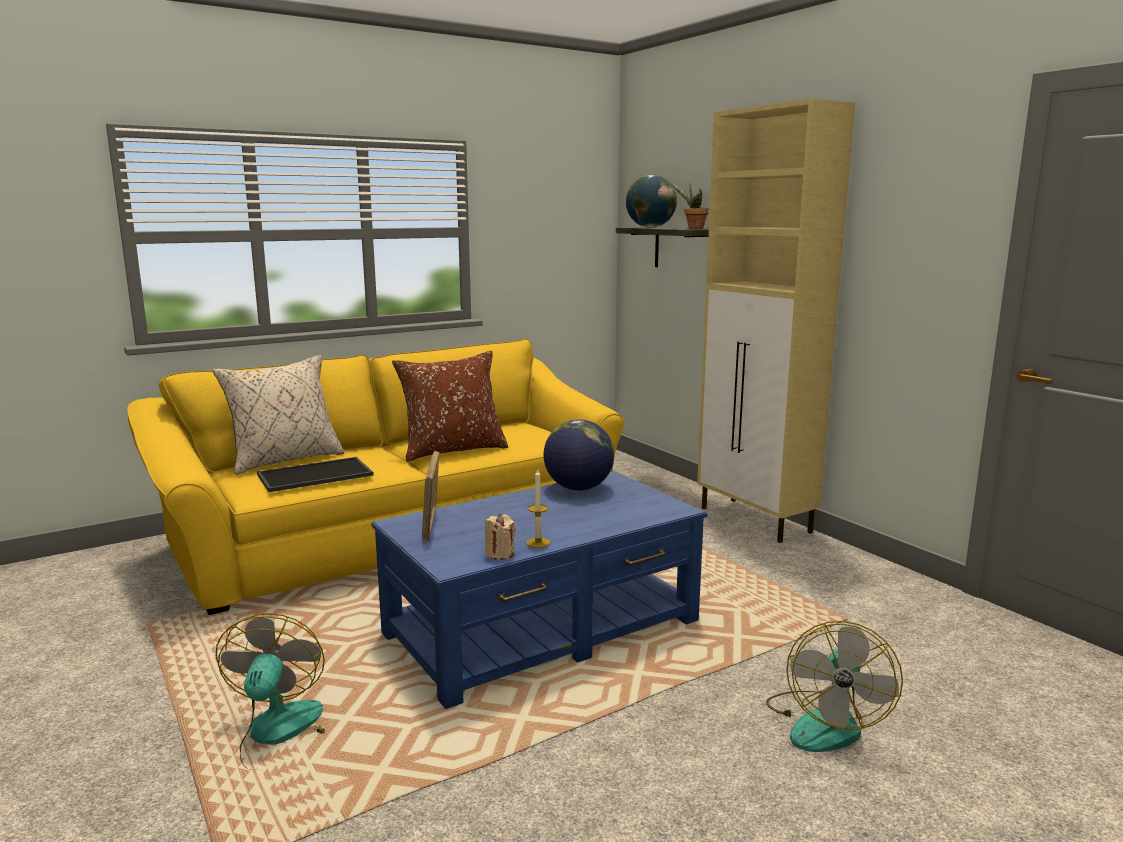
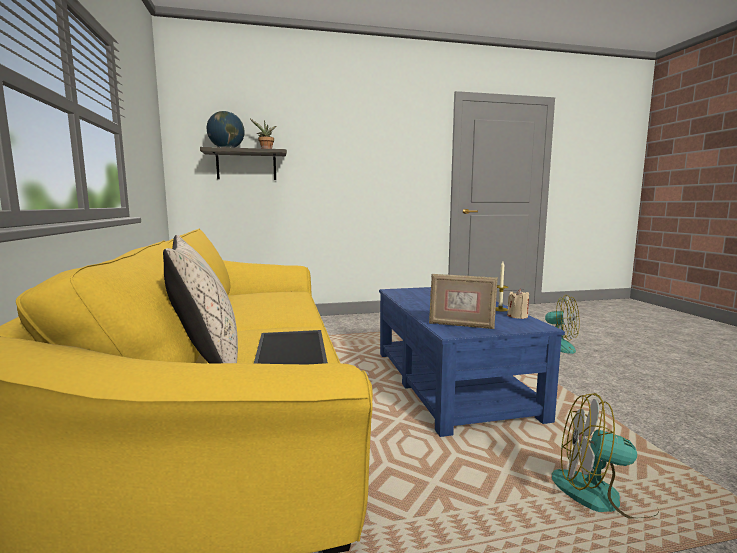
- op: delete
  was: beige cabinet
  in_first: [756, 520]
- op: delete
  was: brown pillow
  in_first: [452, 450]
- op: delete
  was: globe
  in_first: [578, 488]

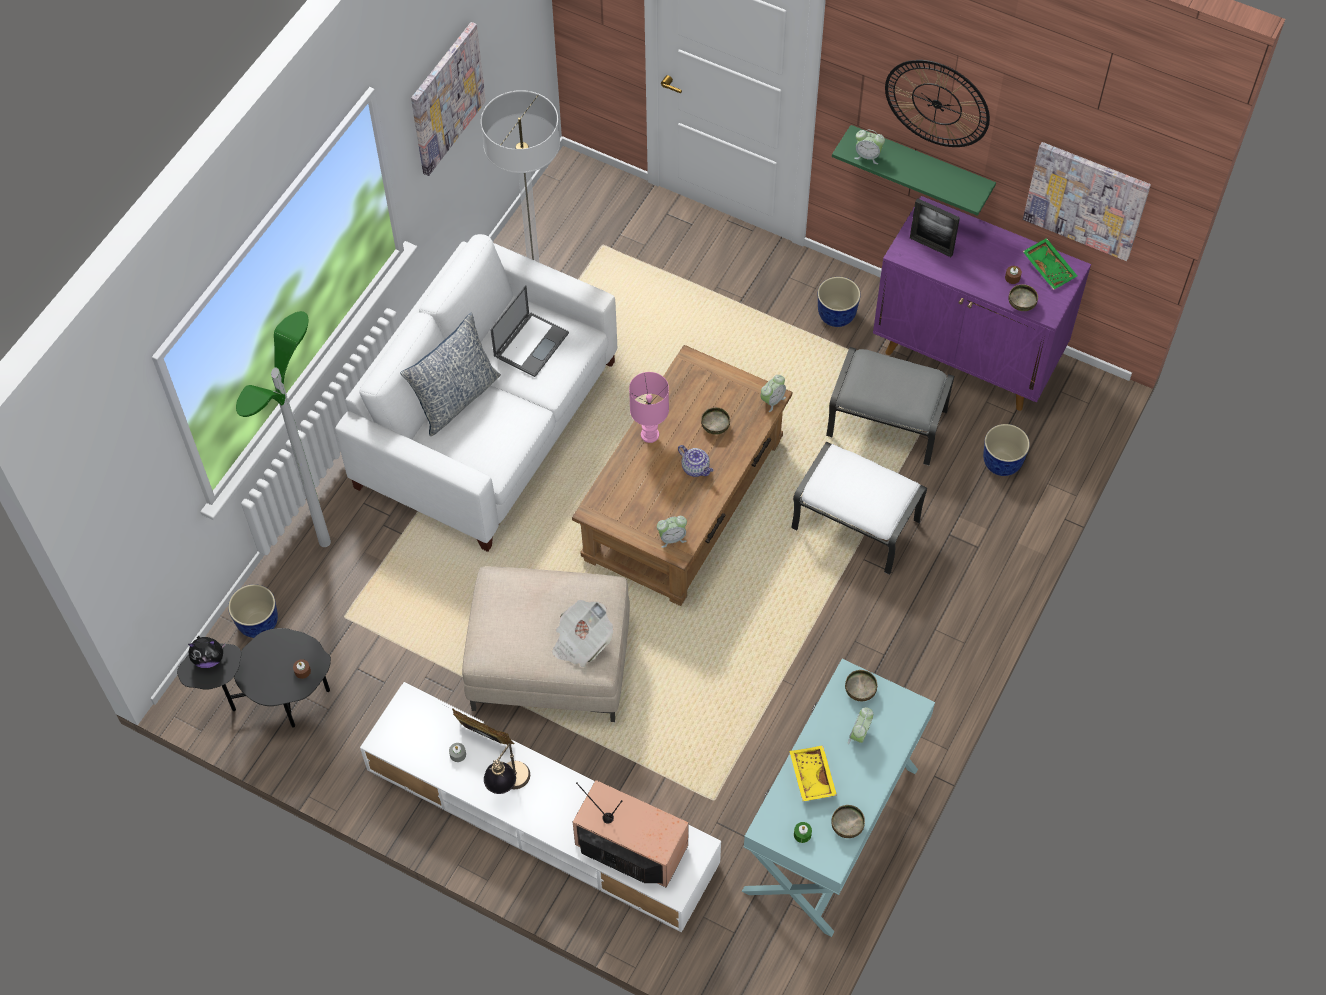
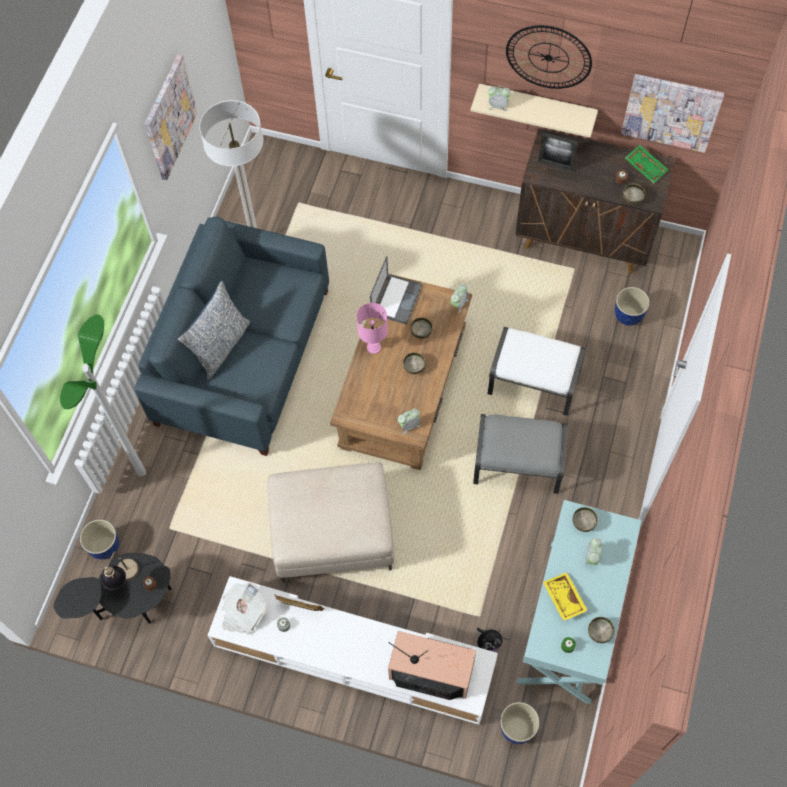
- op: recolor
  was: green shelf
  now: beige shelf
  in_first: [920, 167]
  in_second: [536, 107]
- op: recolor
  was: purple cabinet
  now: brown cabinet
  in_first: [968, 355]
  in_second: [585, 238]
- op: recolor
  was: white sofa
  now: blue sofa
  in_first: [488, 423]
  in_second: [244, 356]
- op: move
  was: planter
  in_first: [836, 316]
  in_second: [517, 729]
- op: move
  was: laptop
  in_first: [531, 344]
  in_second: [396, 298]
- op: move
  was: grey ottoman
  in_first: [885, 424]
  in_second: [517, 465]
- op: replace
  was: teapot
  now: bowl
  in_first: [696, 468]
  in_second: [414, 367]
- op: move
  was: newspaper
  in_first: [581, 641]
  in_second: [243, 613]
- op: move
  was: plush toy
  in_first: [209, 658]
  in_second: [488, 642]
- op: move
  was: table lamp
  in_first: [509, 786]
  in_second: [124, 579]

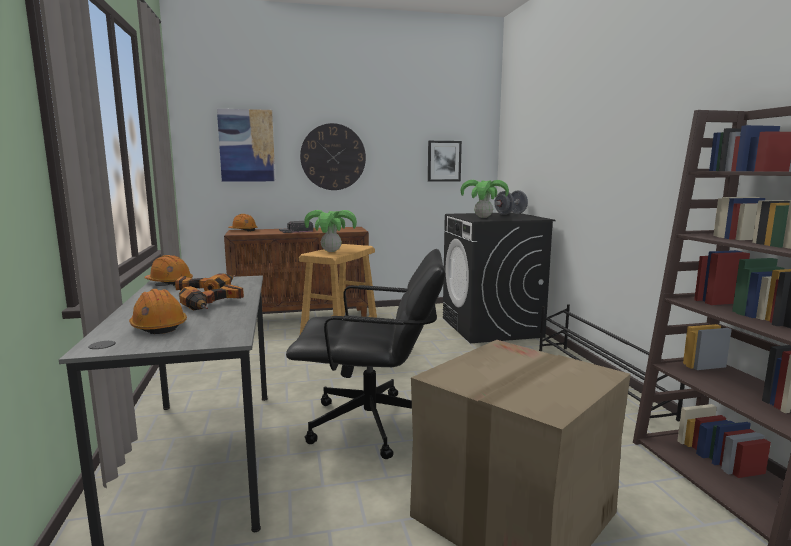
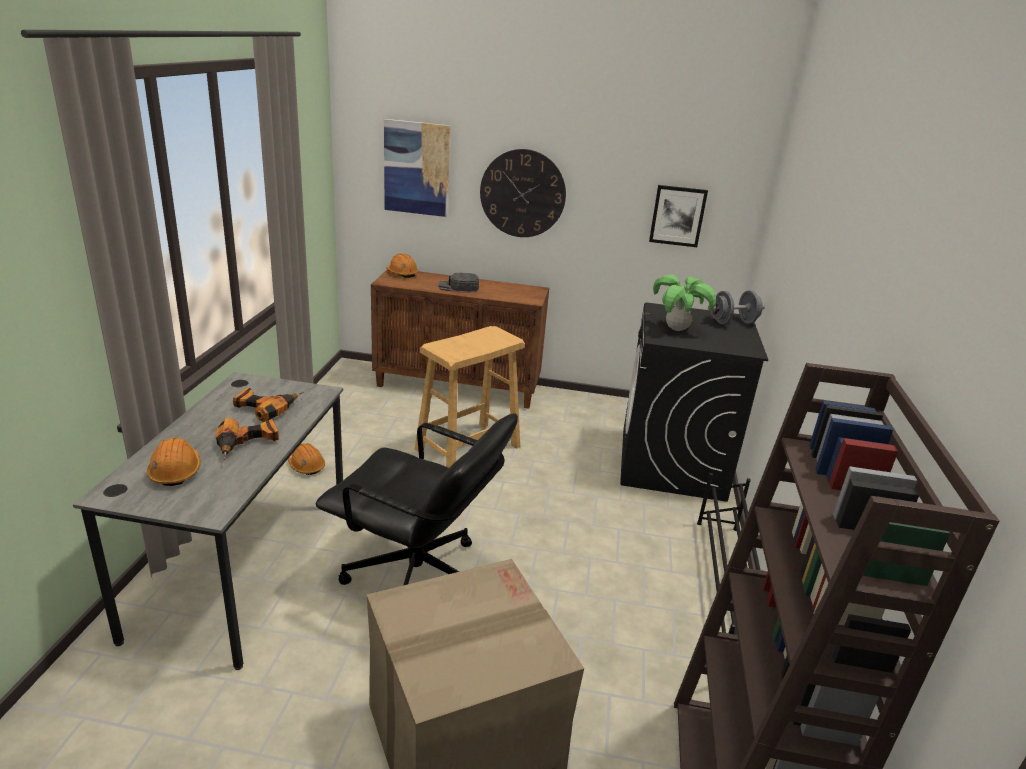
- op: delete
  was: potted plant
  in_first: [331, 251]
- op: move
  was: orange hard hat
  in_first: [169, 282]
  in_second: [306, 466]

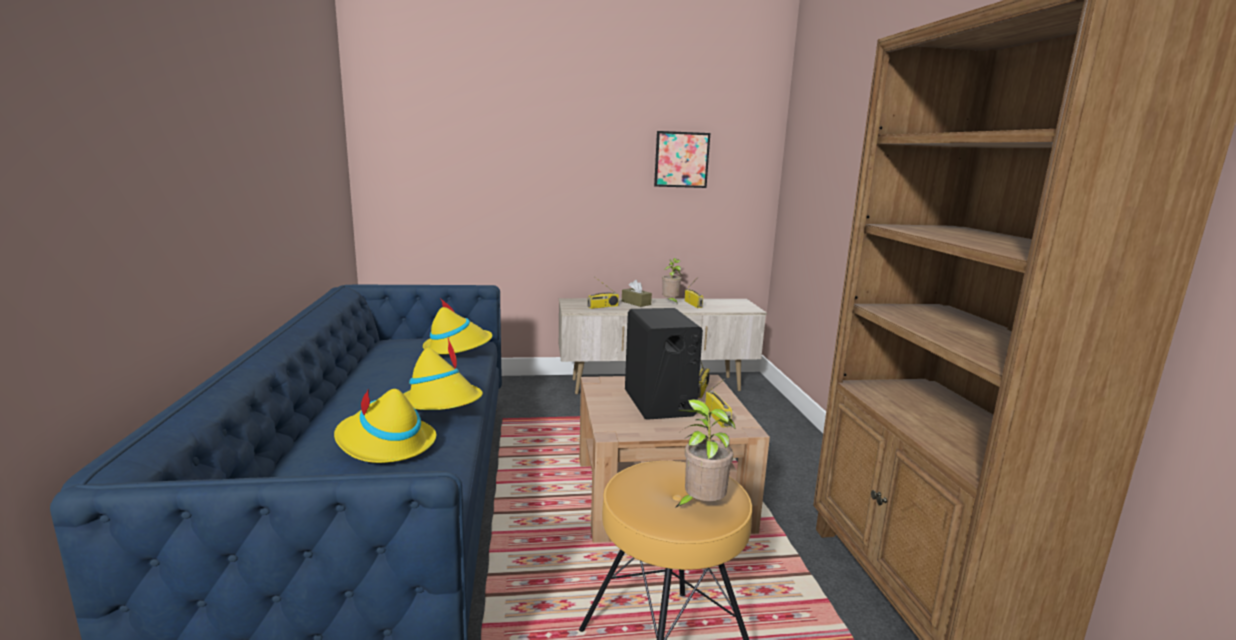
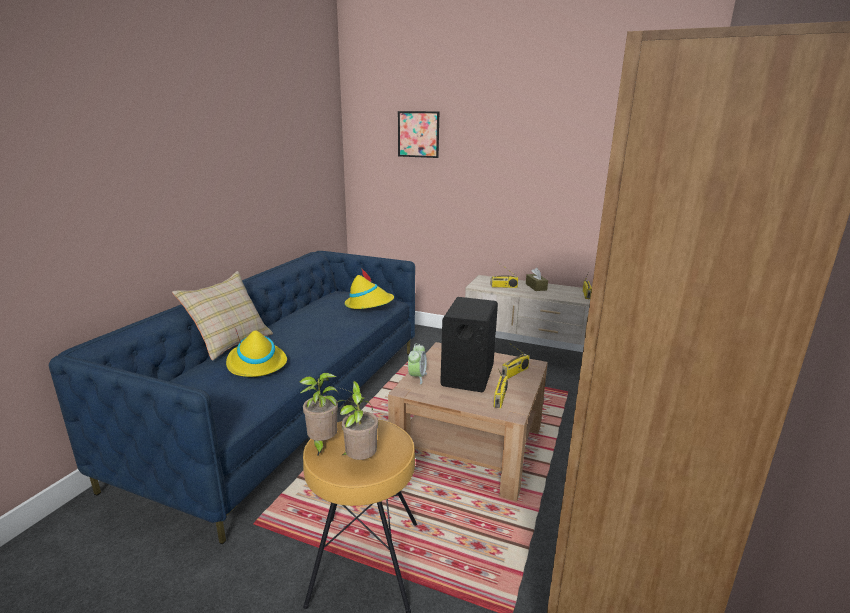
- op: move
  was: picture
  in_first: [681, 159]
  in_second: [418, 134]
- op: move
  was: potted plant
  in_first: [670, 302]
  in_second: [322, 444]
- op: delete
  was: yellow hat
  in_first: [442, 403]
- op: insert
  now: beige pillow
  in_second: [230, 342]
- op: insert
  now: alarm clock
  in_second: [417, 377]

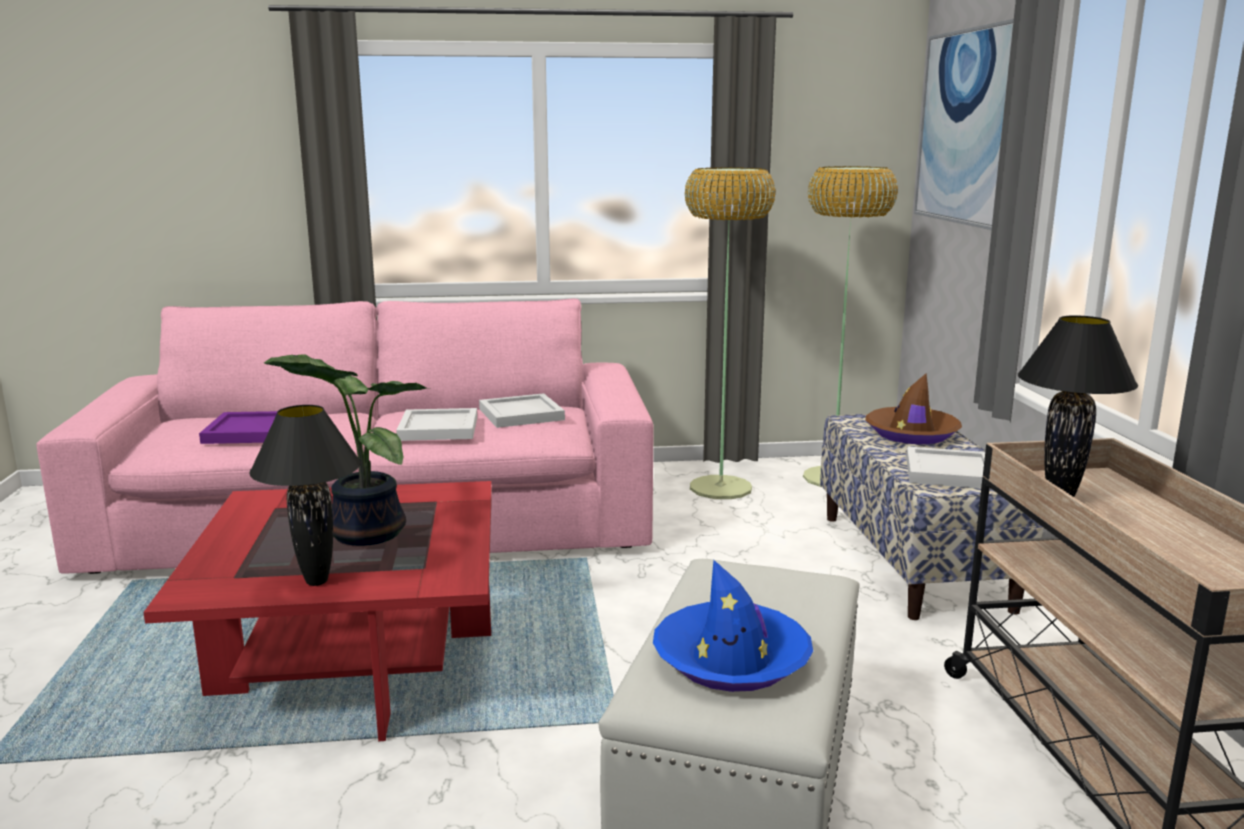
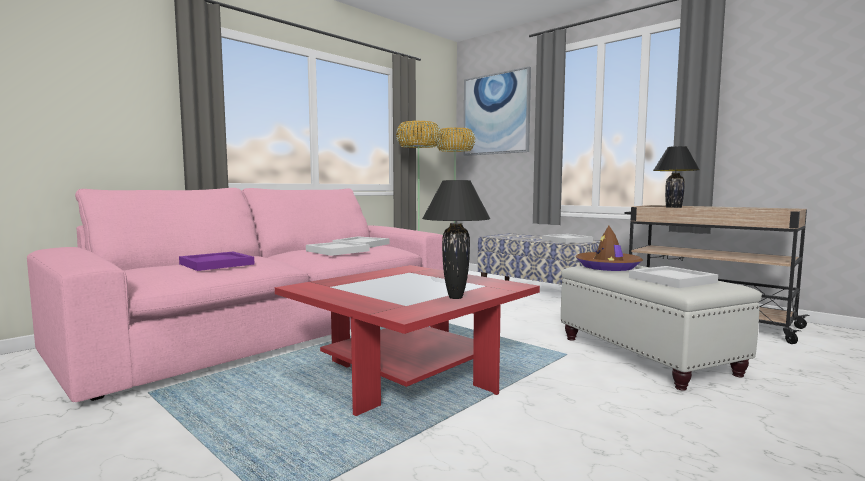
- op: delete
  was: potted plant
  in_first: [362, 533]
- op: move
  was: brown hat
  in_first: [911, 434]
  in_second: [608, 267]
- op: replace
  was: blue hat
  now: white tray
  in_first: [731, 660]
  in_second: [671, 280]

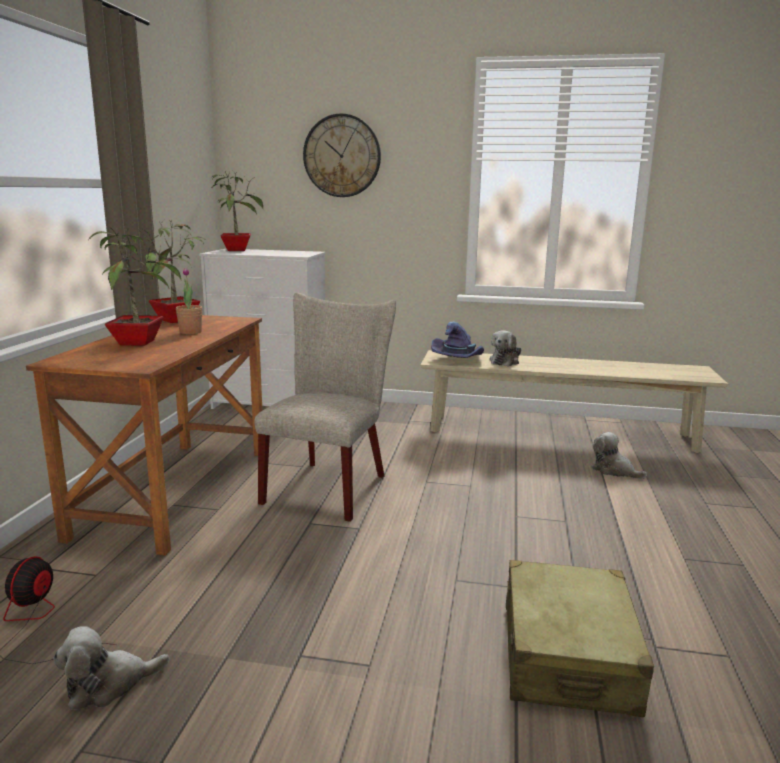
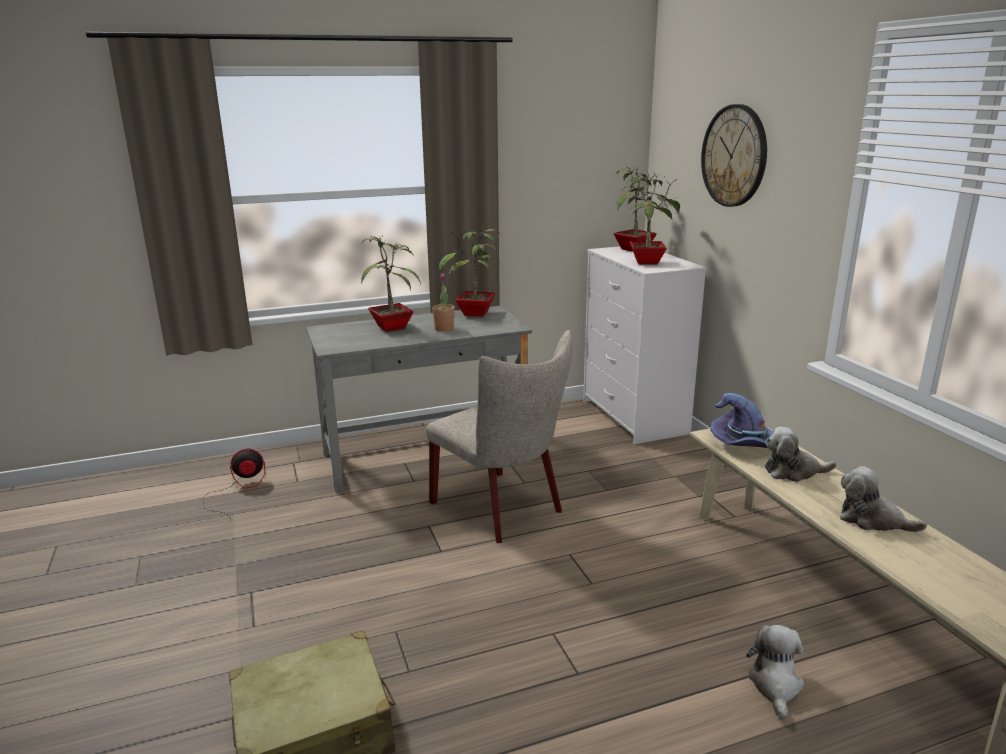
- op: rotate
  was: beige chair
  in_first: [330, 485]
  in_second: [503, 509]
  clockwise: 60
- op: recolor
  was: brown desk
  now: grey desk
  in_first: [175, 491]
  in_second: [424, 454]
- op: move
  was: plush toy
  in_first: [108, 684]
  in_second: [872, 520]
- op: insert
  now: potted plant
  in_second: [646, 262]

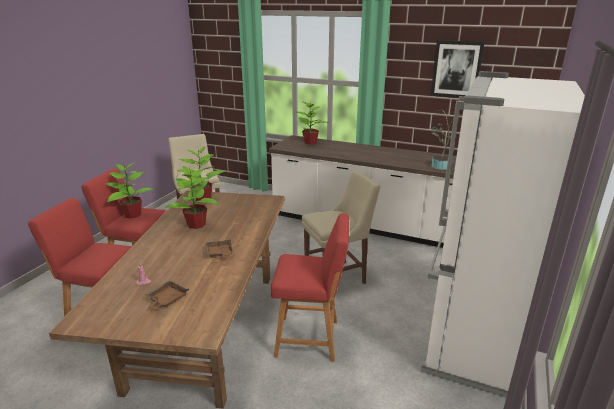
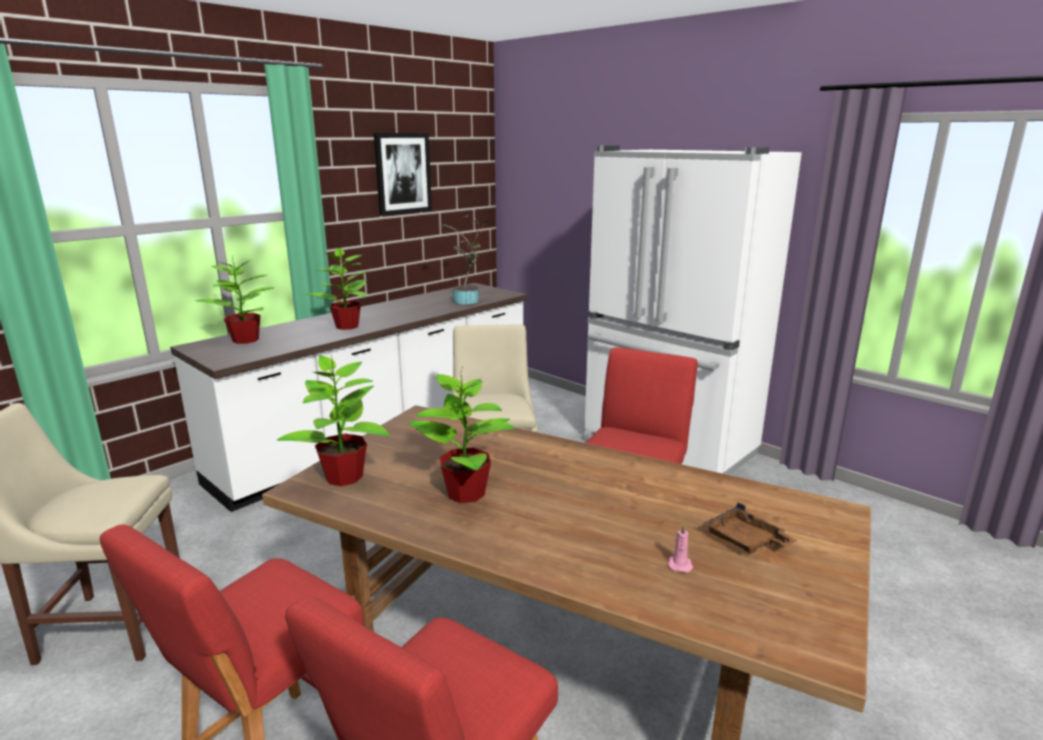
- op: move
  was: potted plant
  in_first: [132, 215]
  in_second: [347, 326]
- op: delete
  was: brown tray
  in_first: [220, 253]

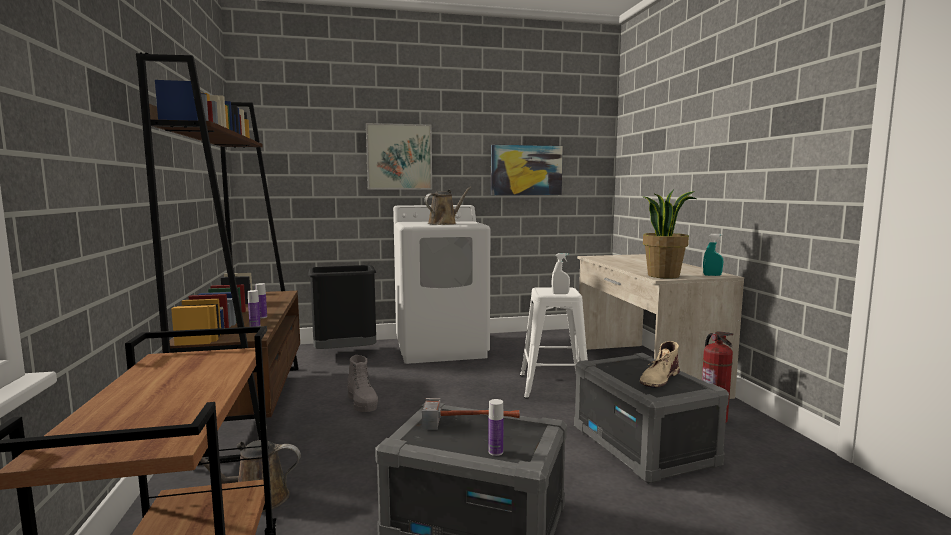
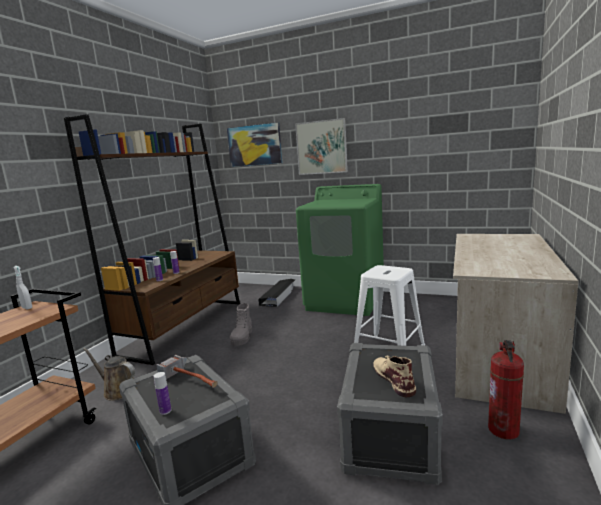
- op: move
  was: picture
  in_first: [526, 170]
  in_second: [254, 145]
- op: delete
  was: brown watering can
  in_first: [444, 223]
- op: delete
  was: potted plant
  in_first: [663, 276]
- op: recolor
  was: white washing machine
  now: green washing machine
  in_first: [441, 348]
  in_second: [345, 301]
- op: delete
  was: turquoise spray bottle
  in_first: [712, 275]
- op: move
  was: white spray bottle
  in_first: [560, 294]
  in_second: [27, 308]
- op: replace
  was: black trash can
  now: black storage box
  in_first: [345, 354]
  in_second: [279, 296]
- op: rotate
  was: beige boot
  in_first: [659, 378]
  in_second: [393, 378]
  clockwise: 90

